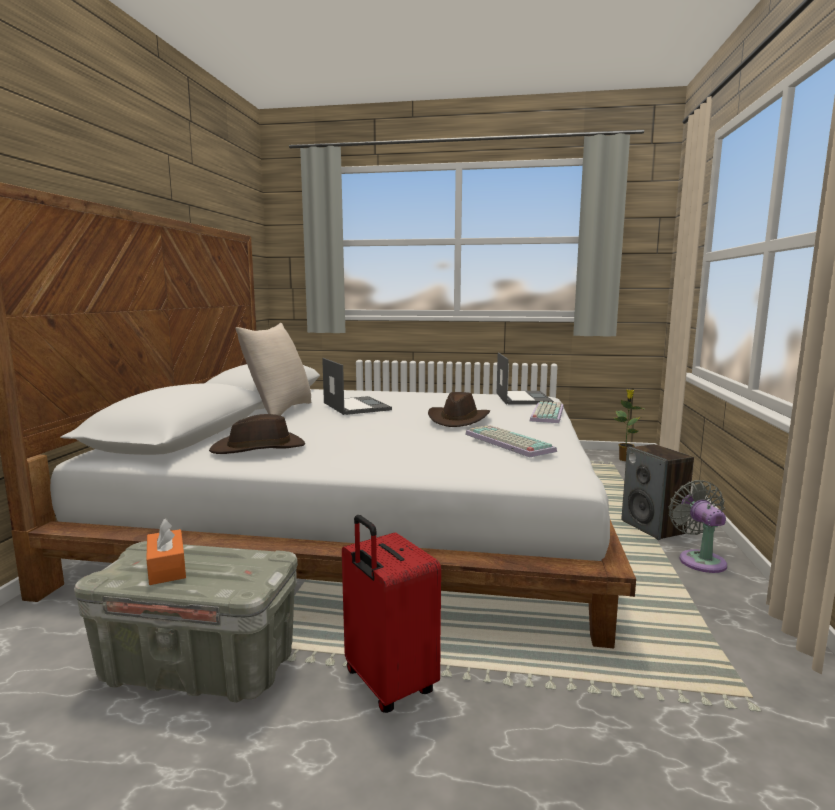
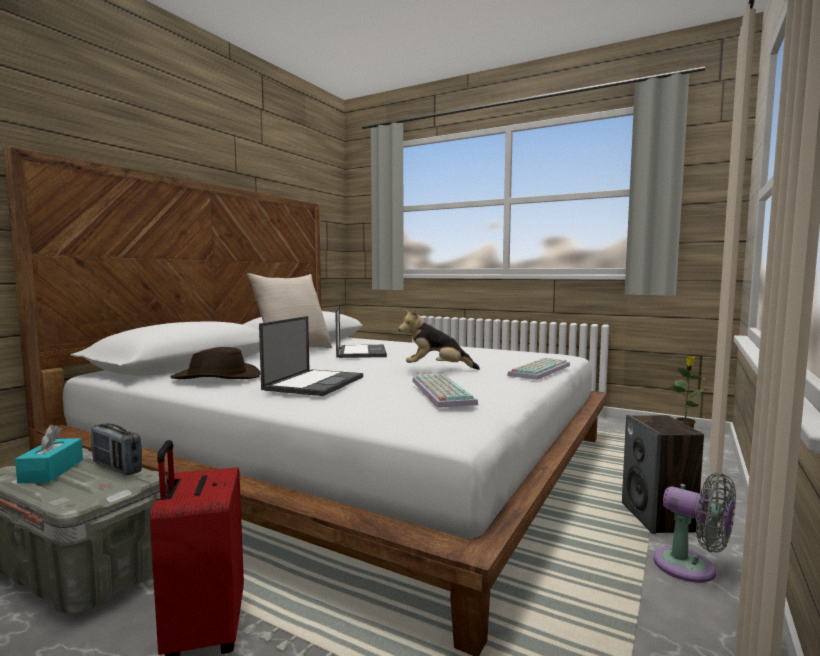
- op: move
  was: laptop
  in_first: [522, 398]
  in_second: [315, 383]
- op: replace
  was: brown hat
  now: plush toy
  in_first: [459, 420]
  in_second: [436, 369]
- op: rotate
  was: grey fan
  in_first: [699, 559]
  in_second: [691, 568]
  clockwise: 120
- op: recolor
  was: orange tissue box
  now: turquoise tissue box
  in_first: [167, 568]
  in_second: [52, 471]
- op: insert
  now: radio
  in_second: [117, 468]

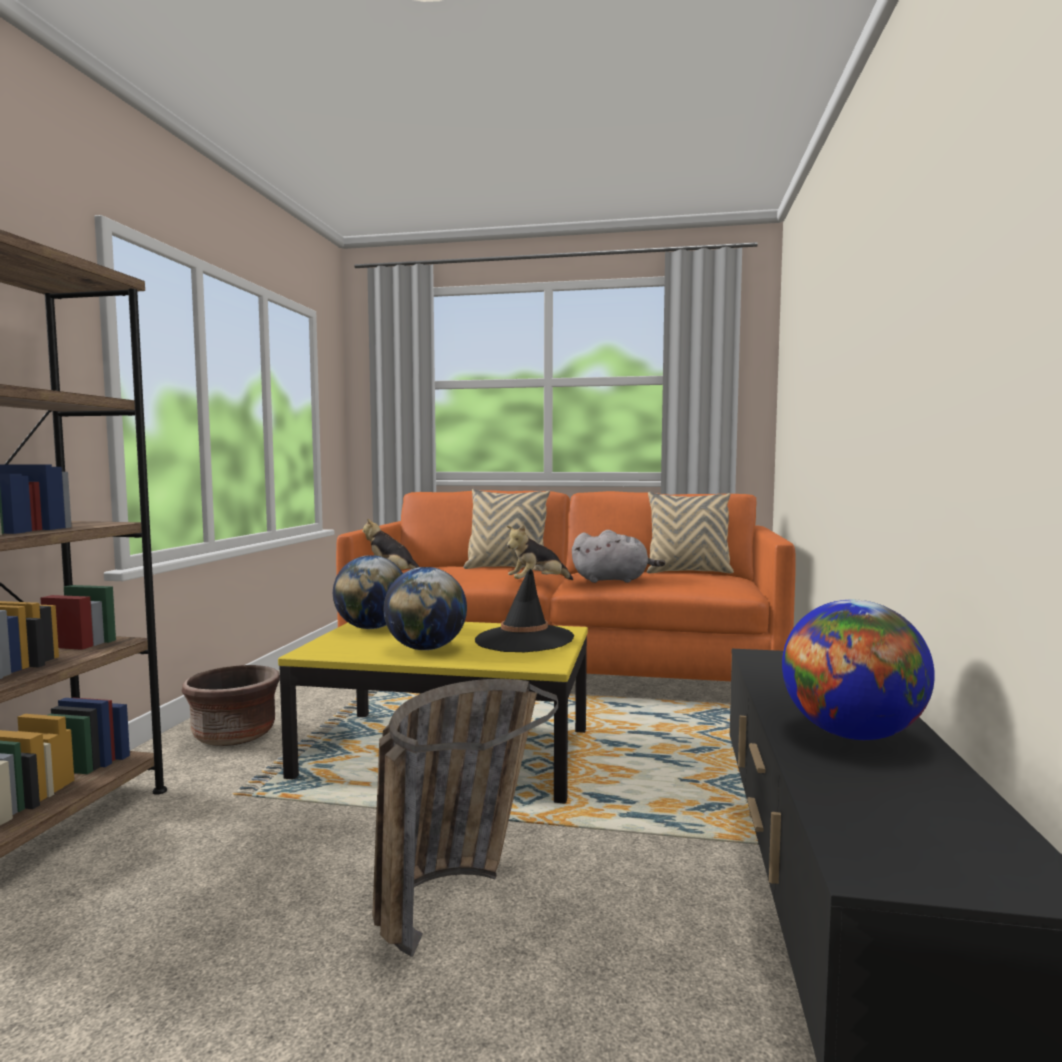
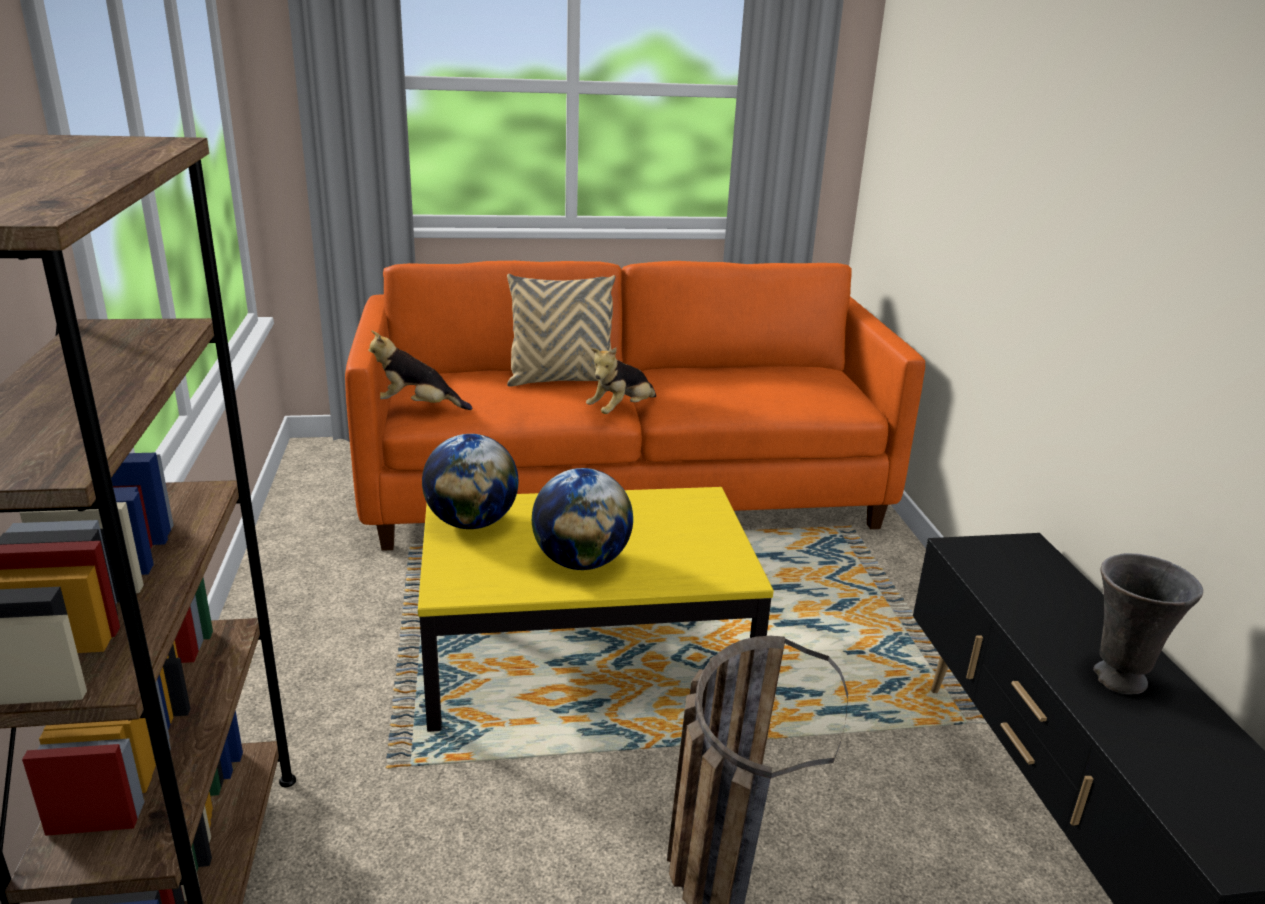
- op: delete
  was: beige pillow
  in_first: [688, 572]
- op: delete
  was: grey plush toy
  in_first: [613, 580]
- op: delete
  was: black hat
  in_first: [524, 639]
- op: replace
  was: globe
  now: grey vase
  in_first: [851, 734]
  in_second: [1118, 680]
- op: delete
  was: brown planter
  in_first: [234, 735]

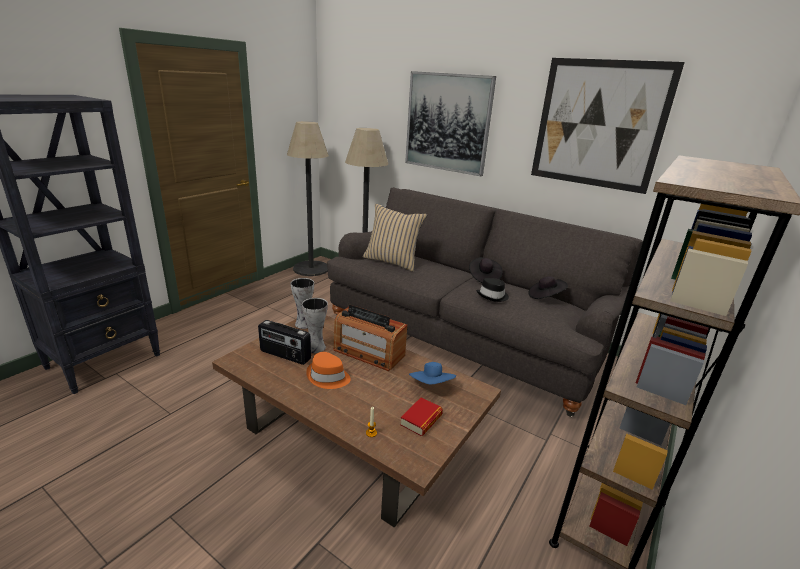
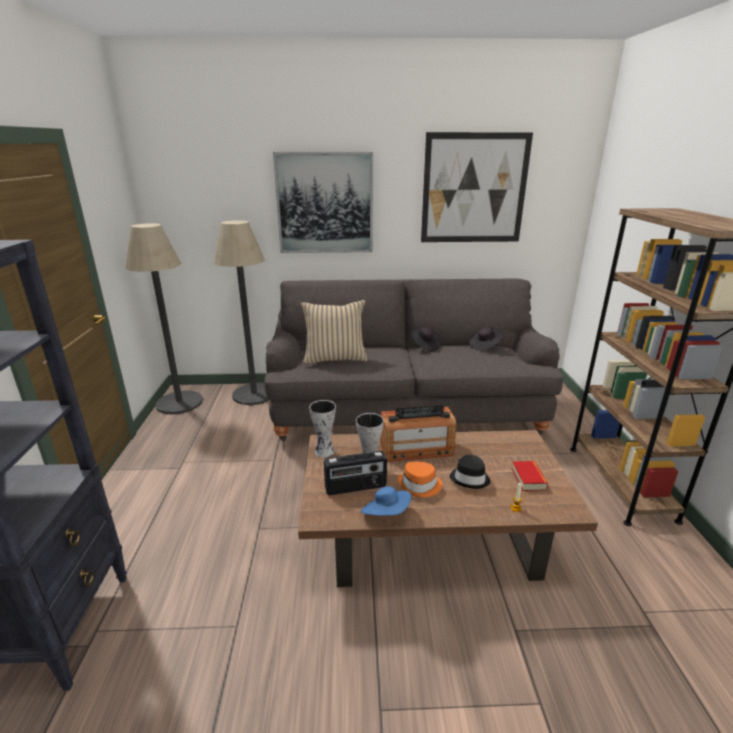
- op: move
  was: black hat
  in_first: [493, 296]
  in_second: [470, 478]
- op: move
  was: blue hat
  in_first: [431, 386]
  in_second: [386, 514]

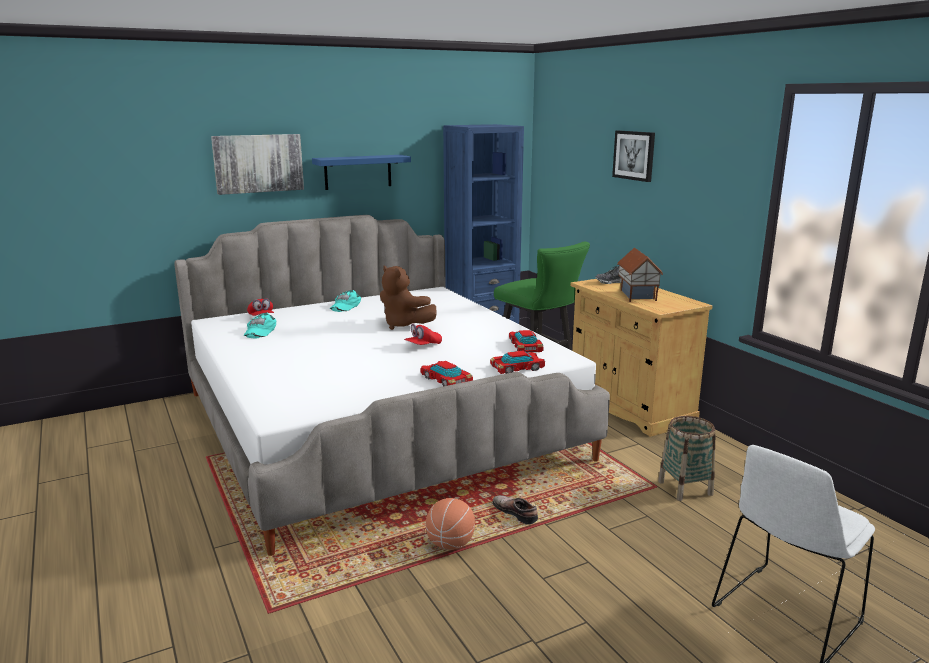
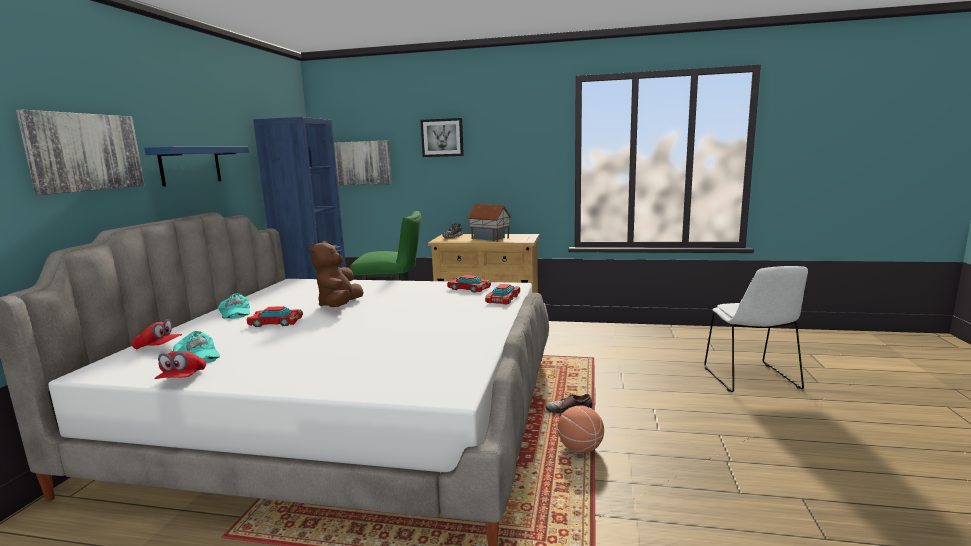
- op: rotate
  was: brown plush toy
  in_first: [404, 325]
  in_second: [340, 306]
  clockwise: 105
- op: move
  was: red cap
  in_first: [423, 346]
  in_second: [182, 379]
- op: move
  was: toy car
  in_first: [446, 379]
  in_second: [276, 322]
- op: delete
  was: basket
  in_first: [685, 488]
- op: insert
  now: picture
  in_second: [359, 163]

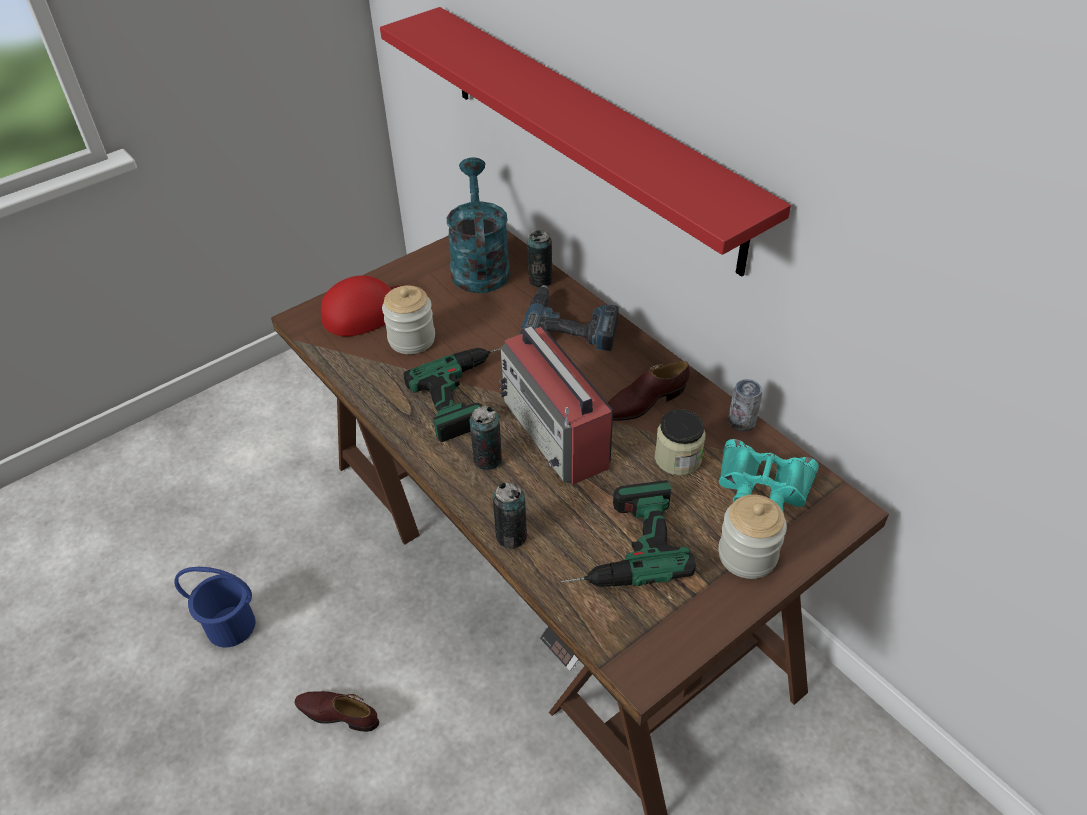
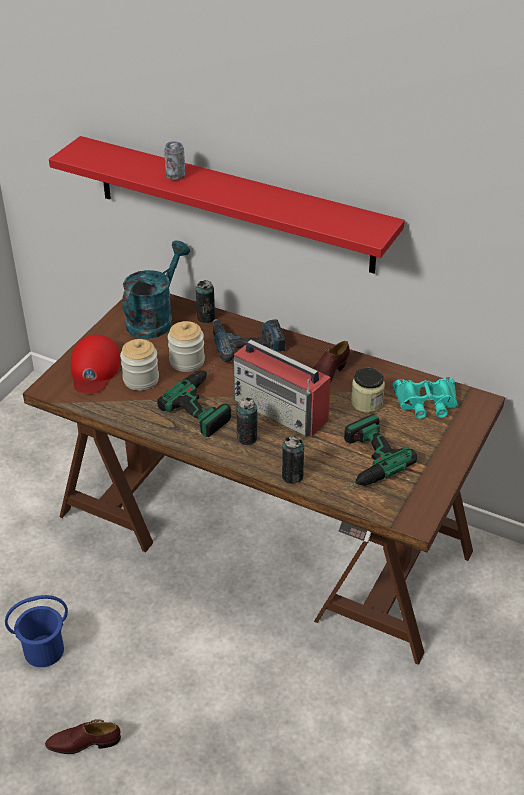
- op: rotate
  was: turquoise watering can
  in_first: [479, 265]
  in_second: [154, 318]
  clockwise: 60
- op: rotate
  was: red cap
  in_first: [368, 310]
  in_second: [94, 369]
  clockwise: 150
- op: move
  was: can
  in_first: [741, 422]
  in_second: [175, 176]
- op: move
  was: jar
  in_first: [747, 555]
  in_second: [187, 361]
- op: move
  was: brown shoe
  in_first: [338, 714]
  in_second: [84, 742]

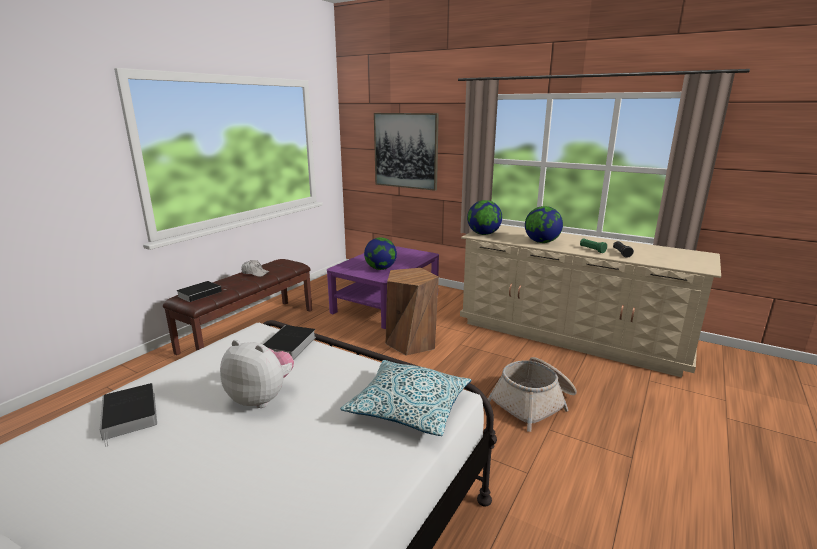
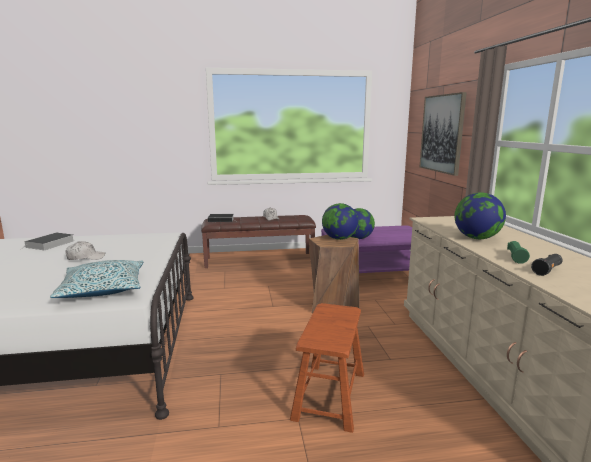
- op: move
  was: globe
  in_first: [483, 234]
  in_second: [339, 238]
- op: delete
  was: book
  in_first: [288, 346]
- op: replace
  was: plush toy
  now: white cap
  in_first: [262, 398]
  in_second: [85, 257]
- op: replace
  was: basket
  now: brown stool
  in_first: [534, 403]
  in_second: [330, 395]

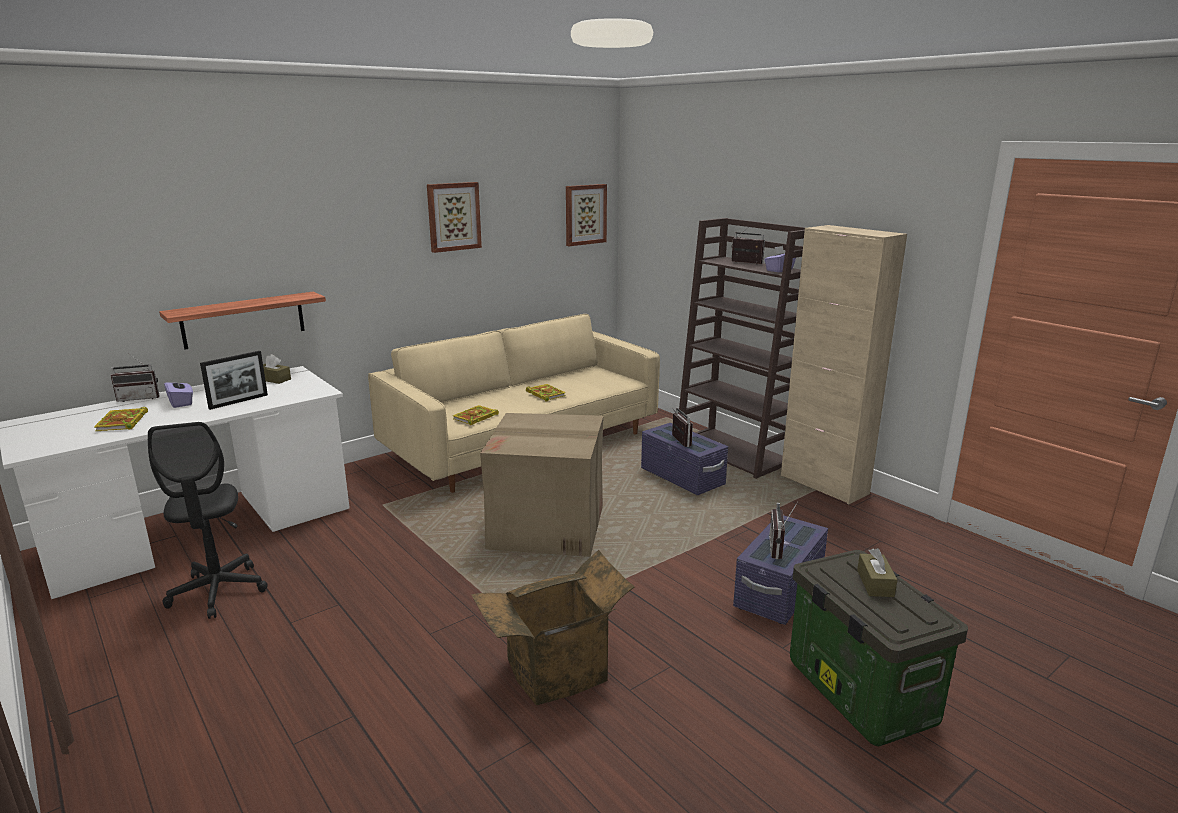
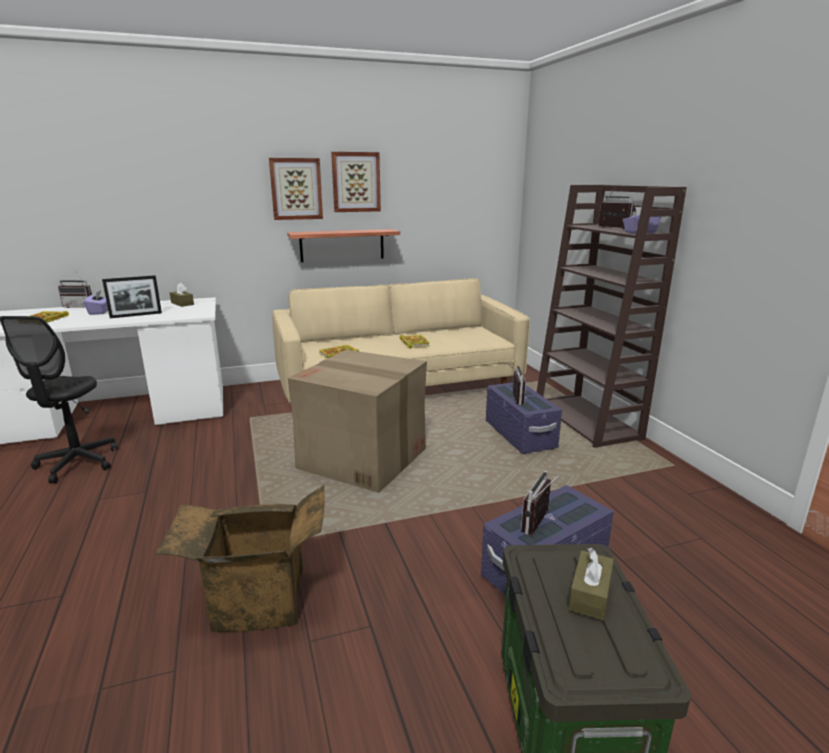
- op: move
  was: picture
  in_first: [585, 214]
  in_second: [296, 189]
- op: delete
  was: beige cabinet
  in_first: [824, 484]
- op: move
  was: shelf
  in_first: [243, 320]
  in_second: [342, 245]

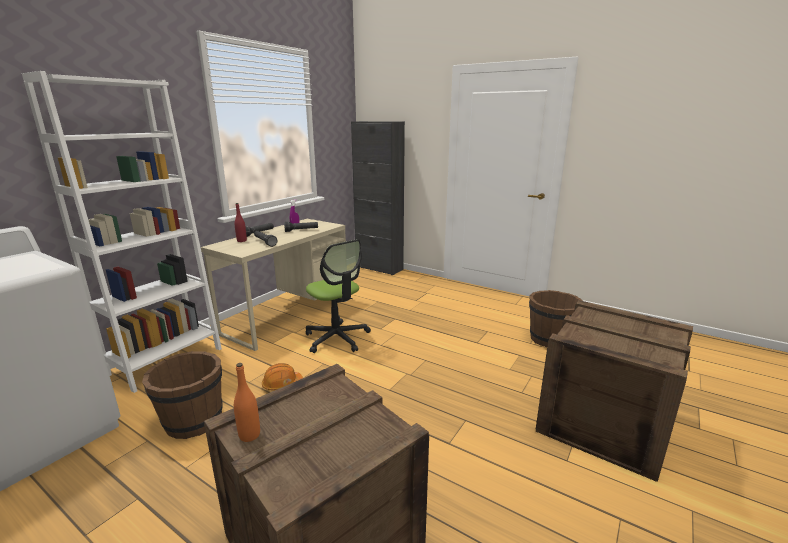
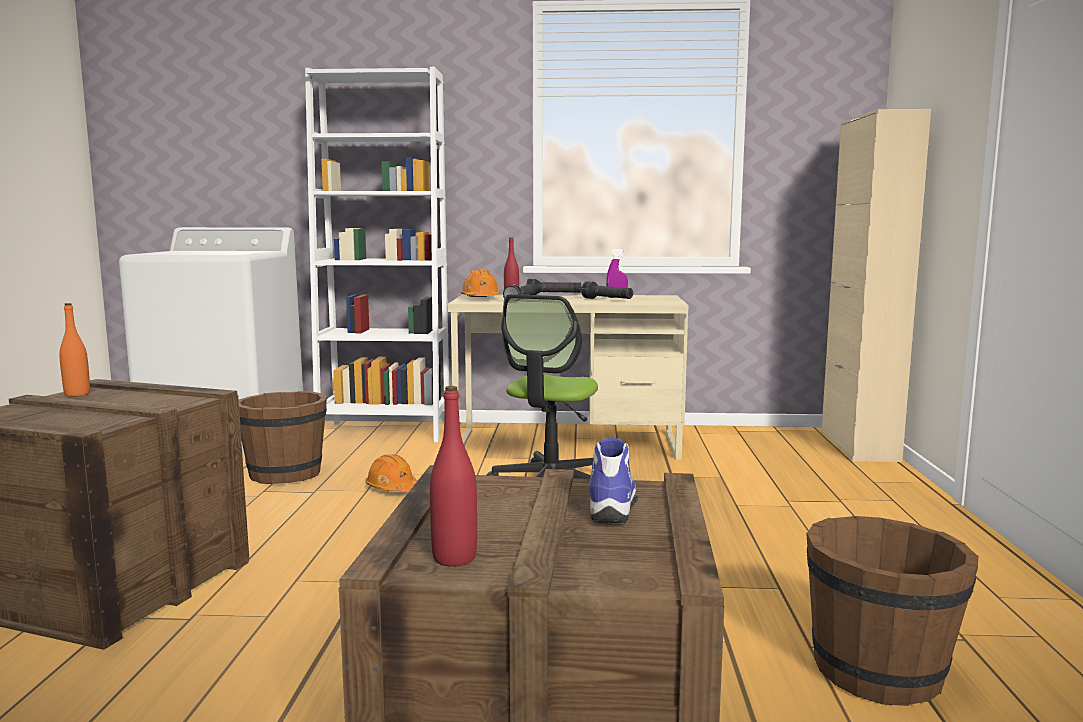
- op: recolor
  was: black cabinet
  now: beige cabinet
  in_first: [379, 268]
  in_second: [859, 446]
- op: insert
  now: orange hard hat
  in_second: [480, 298]
- op: insert
  now: red bottle
  in_second: [454, 558]
- op: insert
  now: shoe
  in_second: [613, 505]

